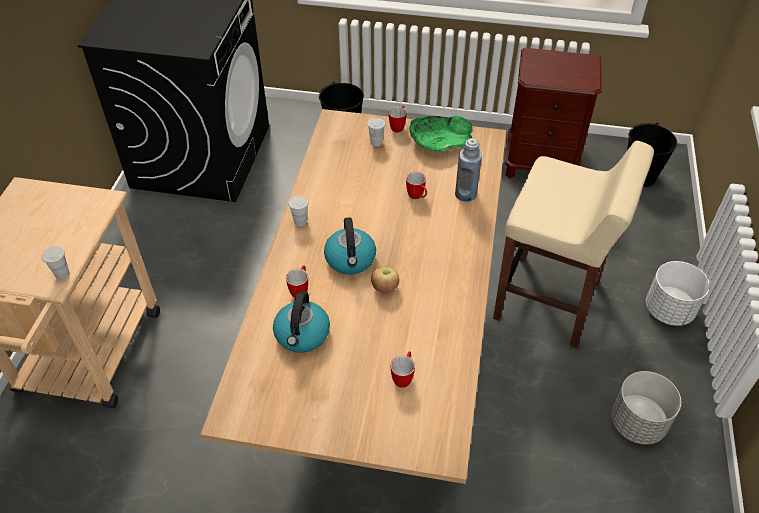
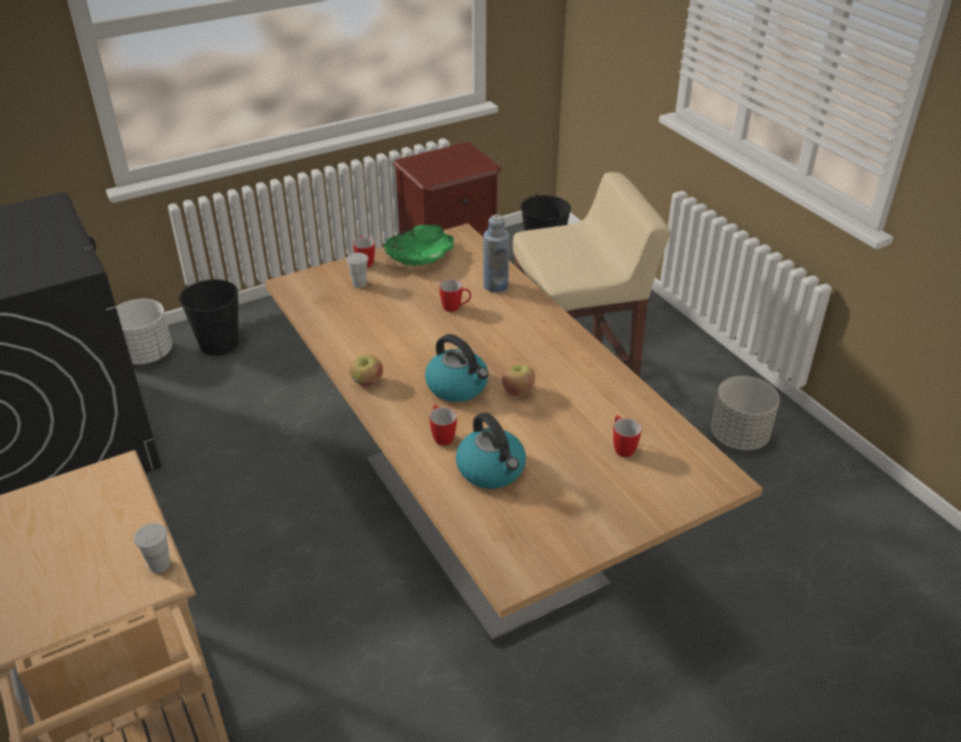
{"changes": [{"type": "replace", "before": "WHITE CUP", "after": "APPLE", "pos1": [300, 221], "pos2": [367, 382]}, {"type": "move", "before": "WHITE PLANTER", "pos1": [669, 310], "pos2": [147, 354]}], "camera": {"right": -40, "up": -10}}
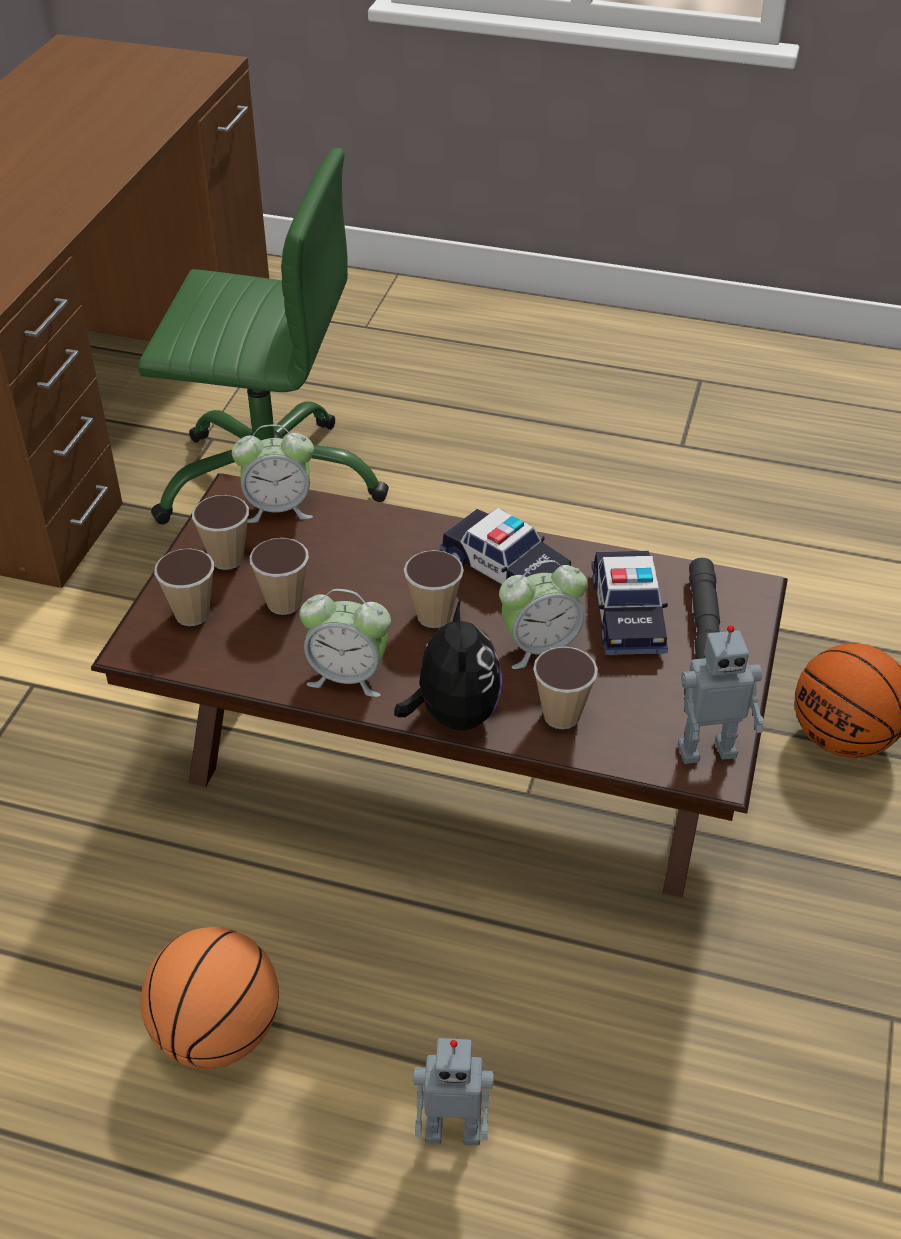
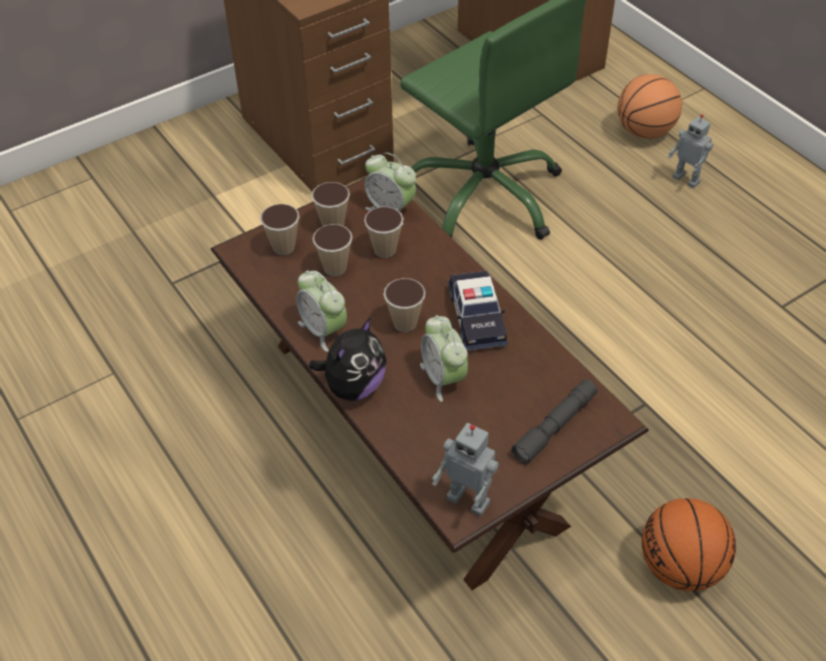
{"changes": [{"type": "move", "before": "BASKETBALL", "pos1": [217, 1032], "pos2": [644, 131]}, {"type": "move", "before": "TOY ROBOT", "pos1": [453, 1128], "pos2": [687, 179]}, {"type": "rotate", "before": "ALARM CLOCK", "pos1": [540, 647], "pos2": [443, 378], "turn": 45}, {"type": "move", "before": "CUP", "pos1": [561, 715], "pos2": [385, 250]}, {"type": "delete", "before": "TOY CAR", "pos1": [627, 613]}], "camera": {"right": 40, "up": 5}}
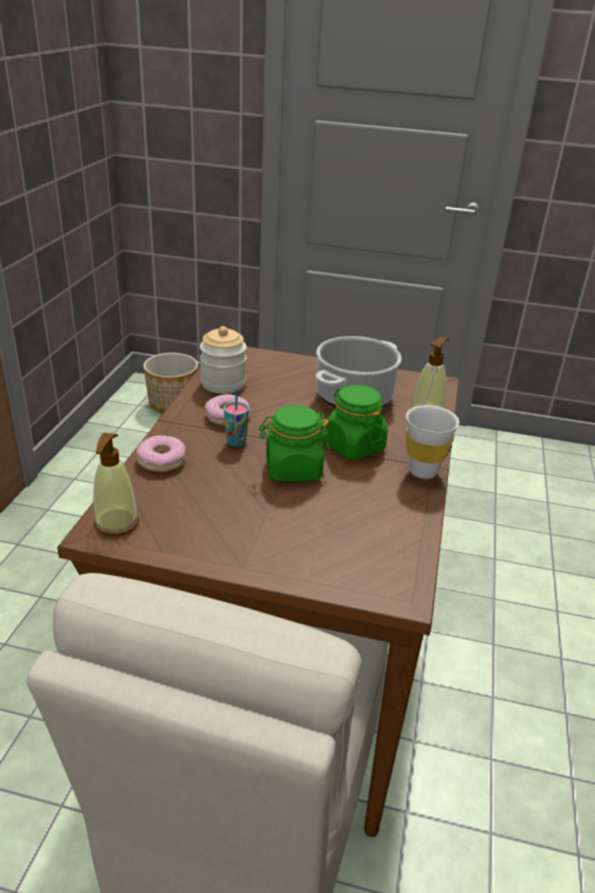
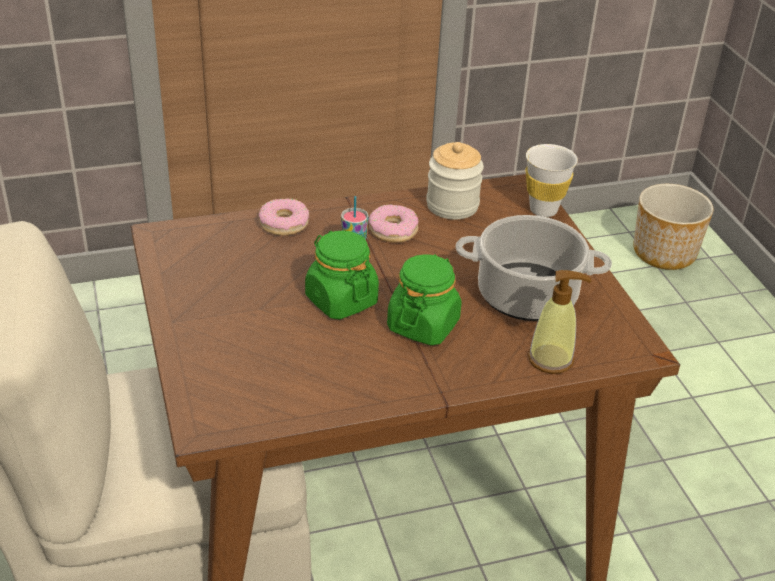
{"changes": [{"type": "delete", "before": "SOAP DISPENSER", "pos1": [116, 523]}, {"type": "move", "before": "WHITE CUP", "pos1": [423, 471], "pos2": [543, 210]}], "camera": {"right": 60, "up": 5}}
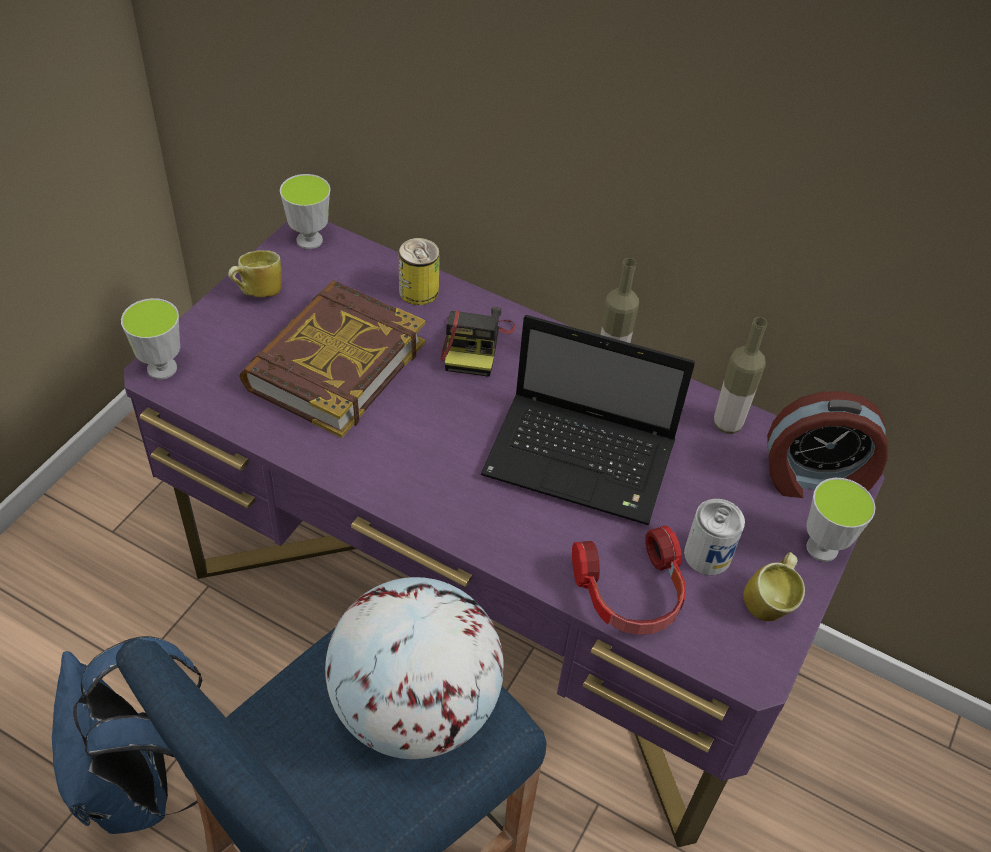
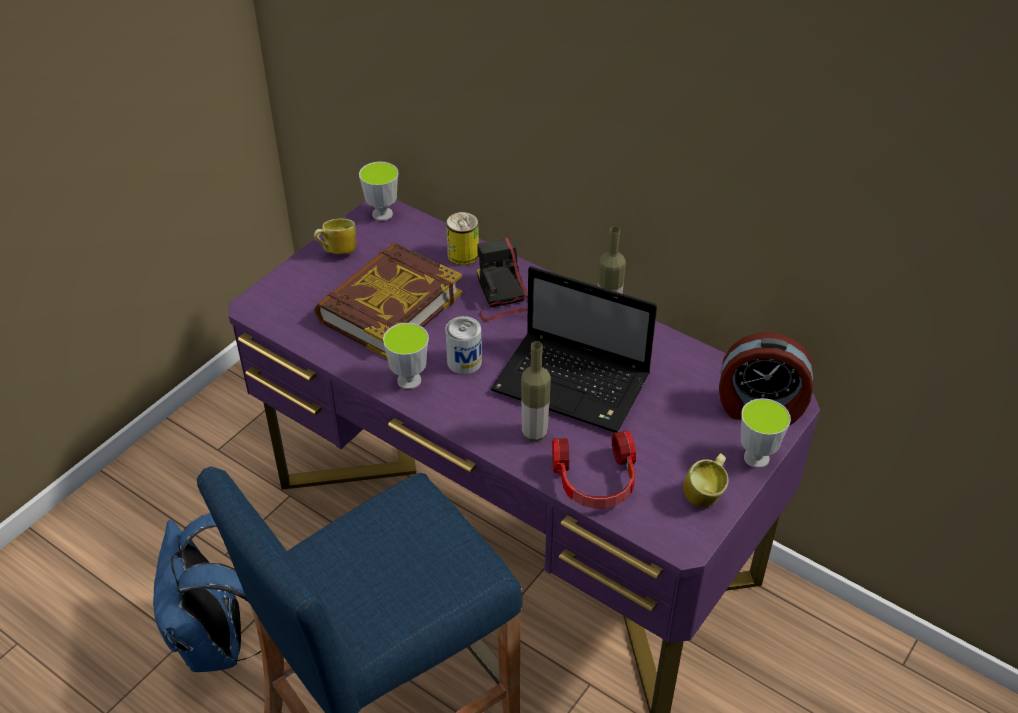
{"changes": [{"type": "move", "before": "CUP", "pos1": [162, 368], "pos2": [409, 380]}, {"type": "delete", "before": "GLOBE", "pos1": [414, 708]}, {"type": "rotate", "before": "PHOTO CAMERA", "pos1": [475, 345], "pos2": [502, 296], "turn": 150}, {"type": "move", "before": "CAN", "pos1": [707, 555], "pos2": [464, 362]}, {"type": "move", "before": "BOTTLE", "pos1": [727, 424], "pos2": [534, 433]}], "camera": {"right": 10, "up": -5}}
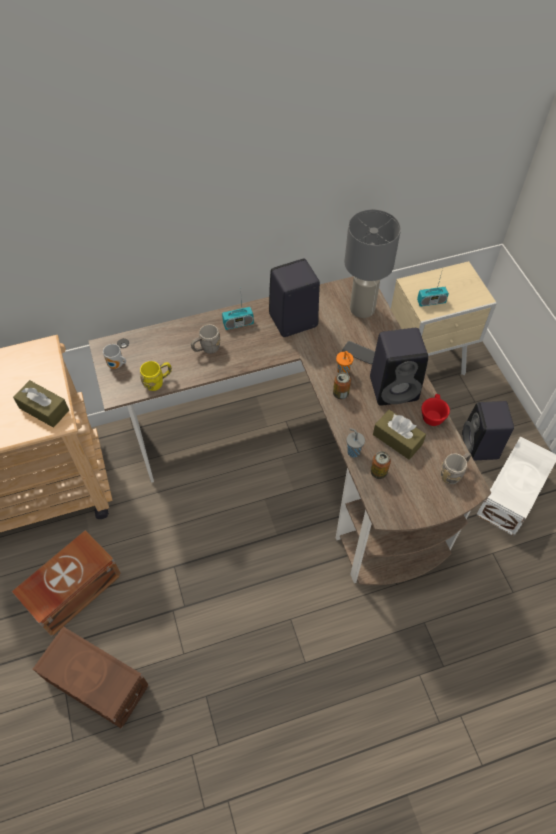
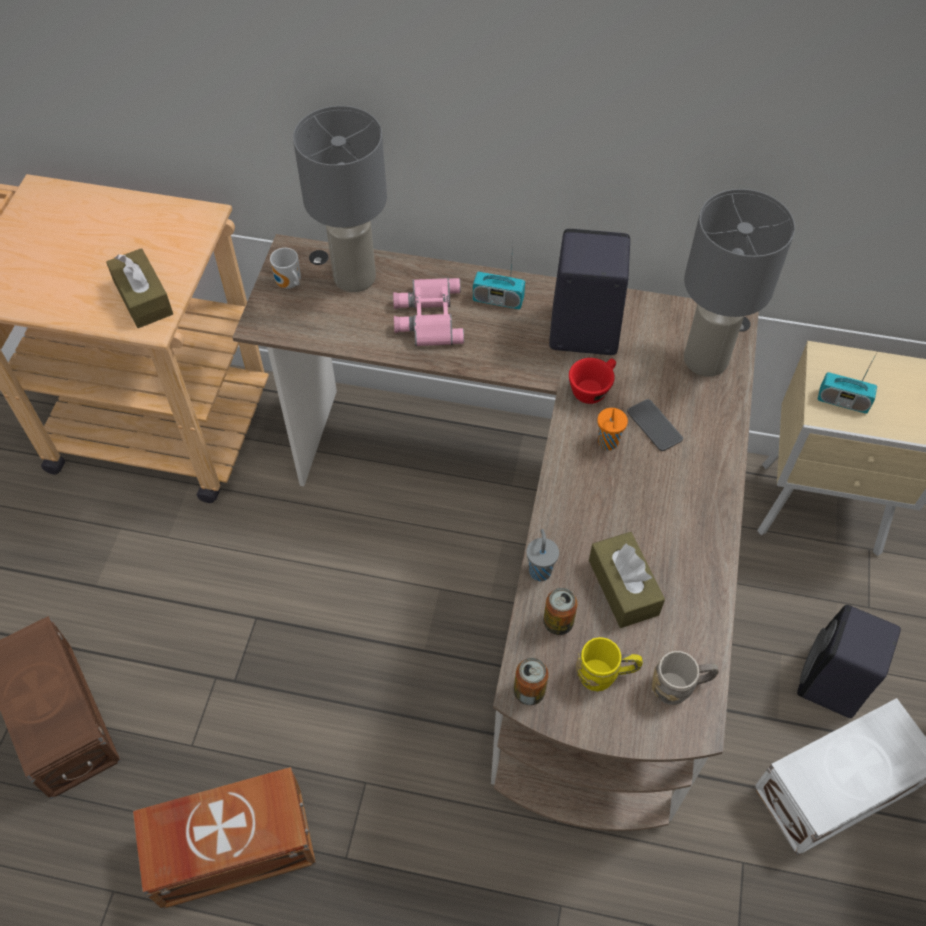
{"changes": [{"type": "move", "before": "BROWN STORAGE BOX", "pos1": [72, 590], "pos2": [230, 846]}, {"type": "move", "before": "YELLOW MUG", "pos1": [158, 382], "pos2": [605, 675]}, {"type": "replace", "before": "GREY MUG", "after": "PINK BINOCULARS", "pos1": [206, 349], "pos2": [427, 316]}, {"type": "move", "before": "CAN", "pos1": [340, 394], "pos2": [529, 691]}, {"type": "delete", "before": "BLACK SPEAKER", "pos1": [395, 388]}, {"type": "move", "before": "RED CUP", "pos1": [432, 415], "pos2": [592, 388]}, {"type": "insert", "after": "GREY TABLE LAMP", "pos2": [354, 278]}], "camera": {"right": 30, "up": 0}}
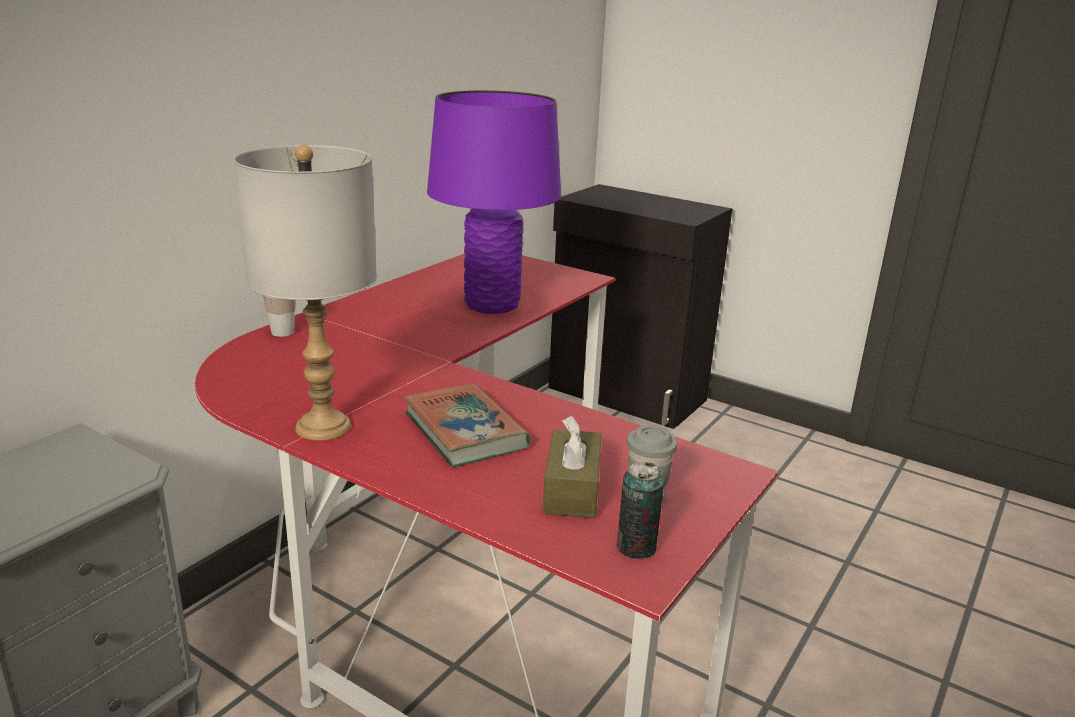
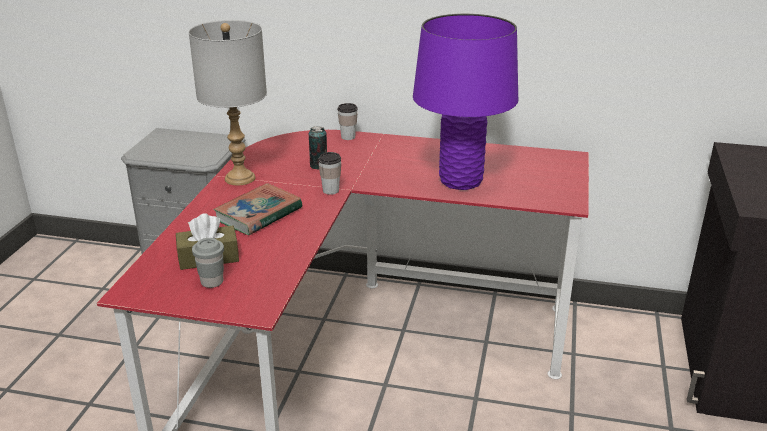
{"changes": [{"type": "move", "before": "CAN", "pos1": [636, 547], "pos2": [318, 166]}, {"type": "insert", "after": "CUP", "pos2": [331, 190]}], "camera": {"right": 70, "up": 5}}
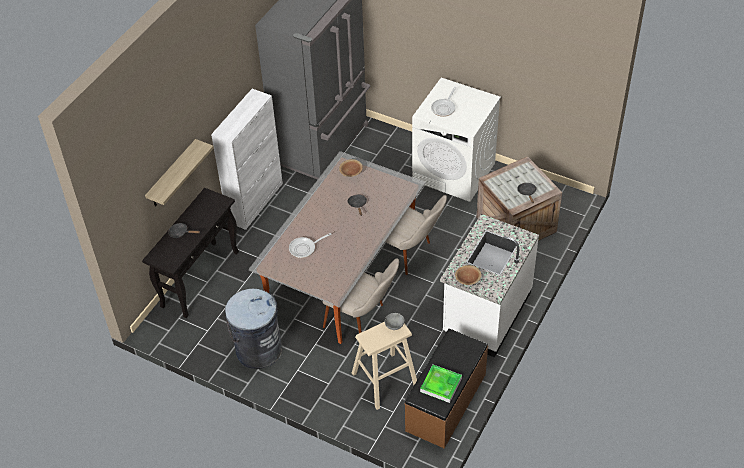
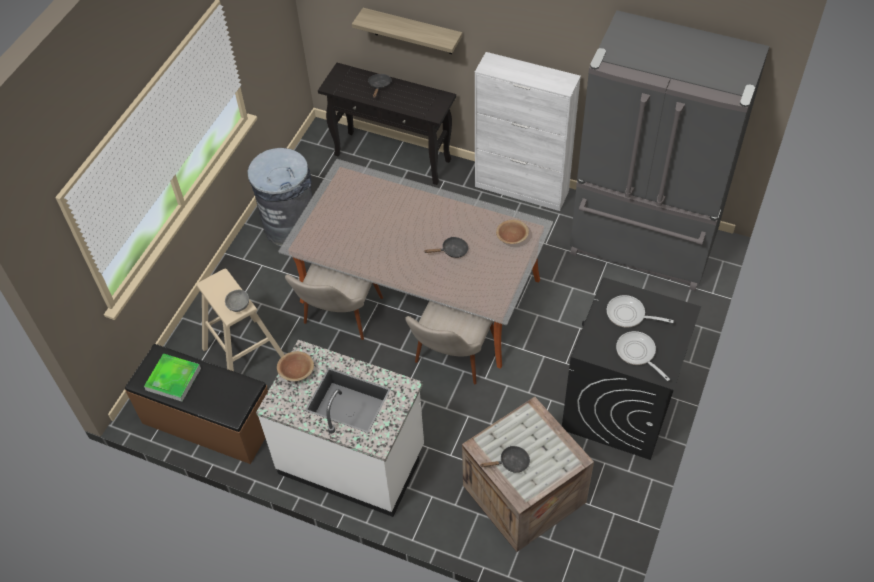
{"changes": [{"type": "move", "before": "FRYING PAN", "pos1": [304, 248], "pos2": [637, 353]}, {"type": "recolor", "before": "WHITE WASHING MACHINE", "after": "BLACK WASHING MACHINE", "pos1": [454, 172], "pos2": [619, 406]}], "camera": {"right": 85, "up": 5}}
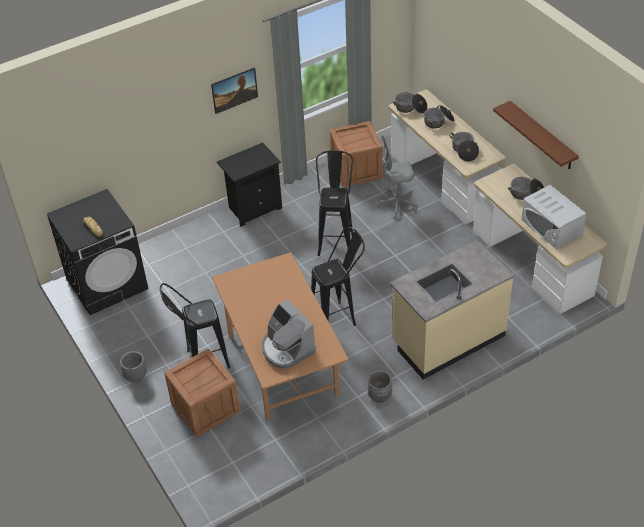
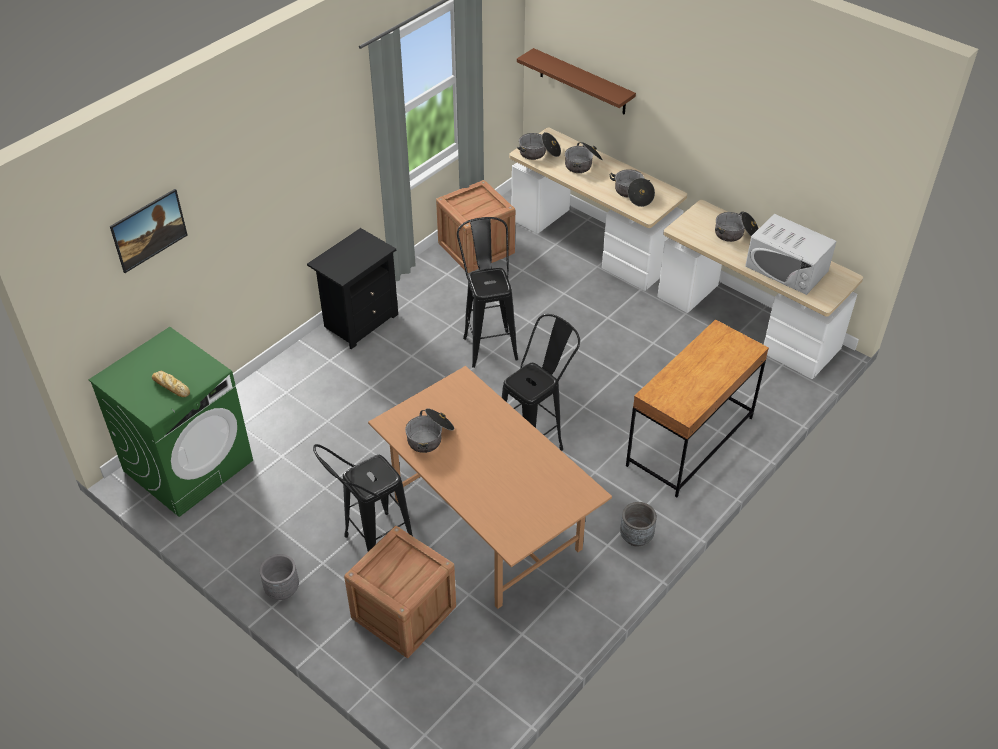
{"changes": [{"type": "recolor", "before": "BLACK WASHING MACHINE", "after": "GREEN WASHING MACHINE", "pos1": [107, 283], "pos2": [189, 465]}, {"type": "move", "before": "PICTURE", "pos1": [235, 97], "pos2": [152, 241]}, {"type": "delete", "before": "COFFEE MACHINE", "pos1": [287, 349]}, {"type": "delete", "before": "GREY OFFICE CHAIR", "pos1": [397, 204]}, {"type": "replace", "before": "BEIGE COUNTER", "after": "BROWN DESK", "pos1": [448, 339], "pos2": [689, 441]}, {"type": "move", "before": "BROWN SHELF", "pos1": [542, 136], "pos2": [582, 82]}, {"type": "insert", "after": "COOKING POT", "pos2": [430, 436]}], "camera": {"right": -20, "up": 0}}
